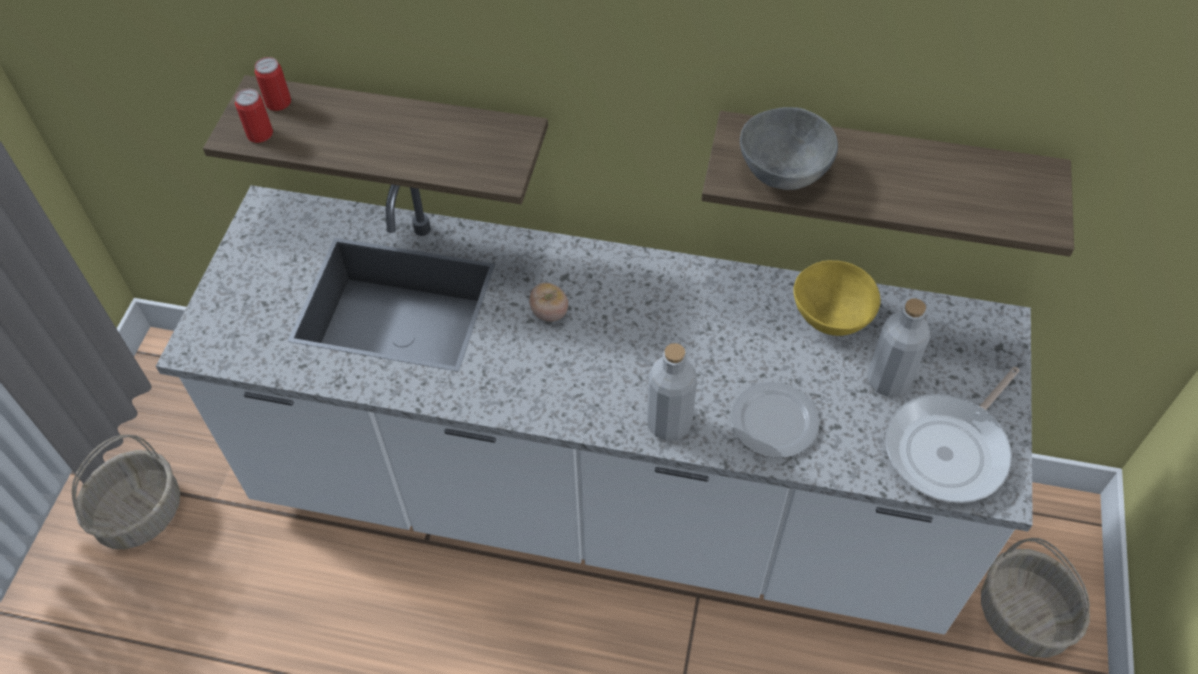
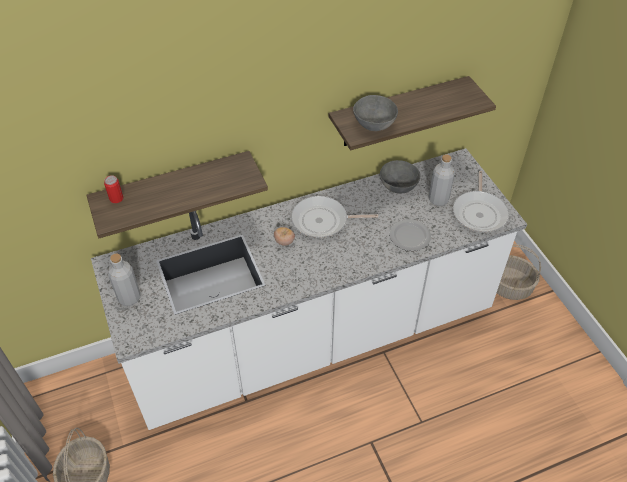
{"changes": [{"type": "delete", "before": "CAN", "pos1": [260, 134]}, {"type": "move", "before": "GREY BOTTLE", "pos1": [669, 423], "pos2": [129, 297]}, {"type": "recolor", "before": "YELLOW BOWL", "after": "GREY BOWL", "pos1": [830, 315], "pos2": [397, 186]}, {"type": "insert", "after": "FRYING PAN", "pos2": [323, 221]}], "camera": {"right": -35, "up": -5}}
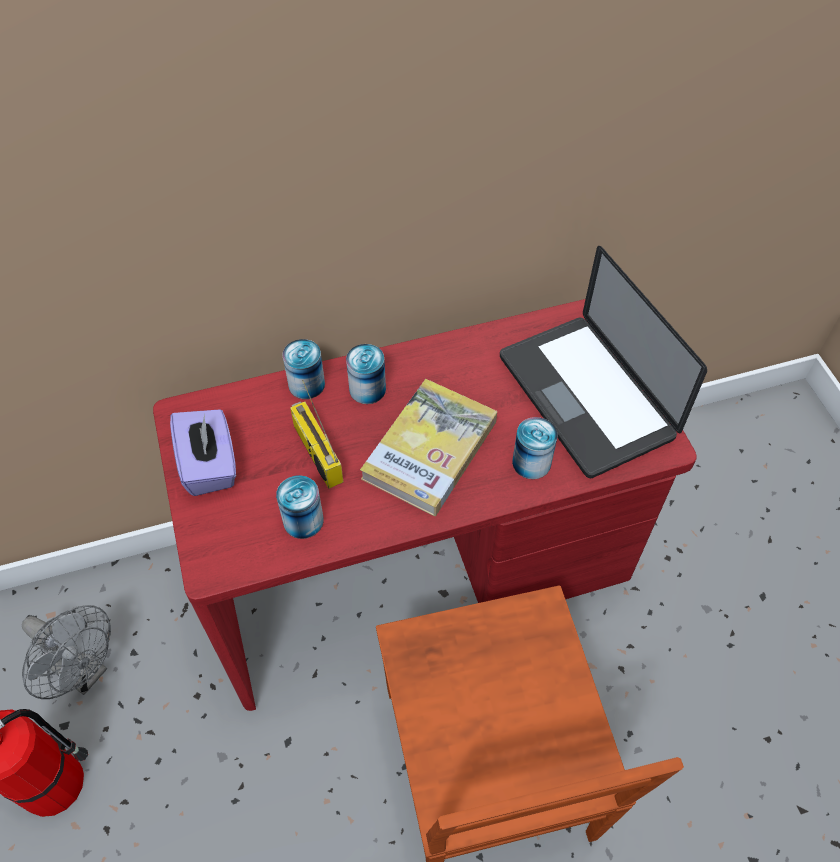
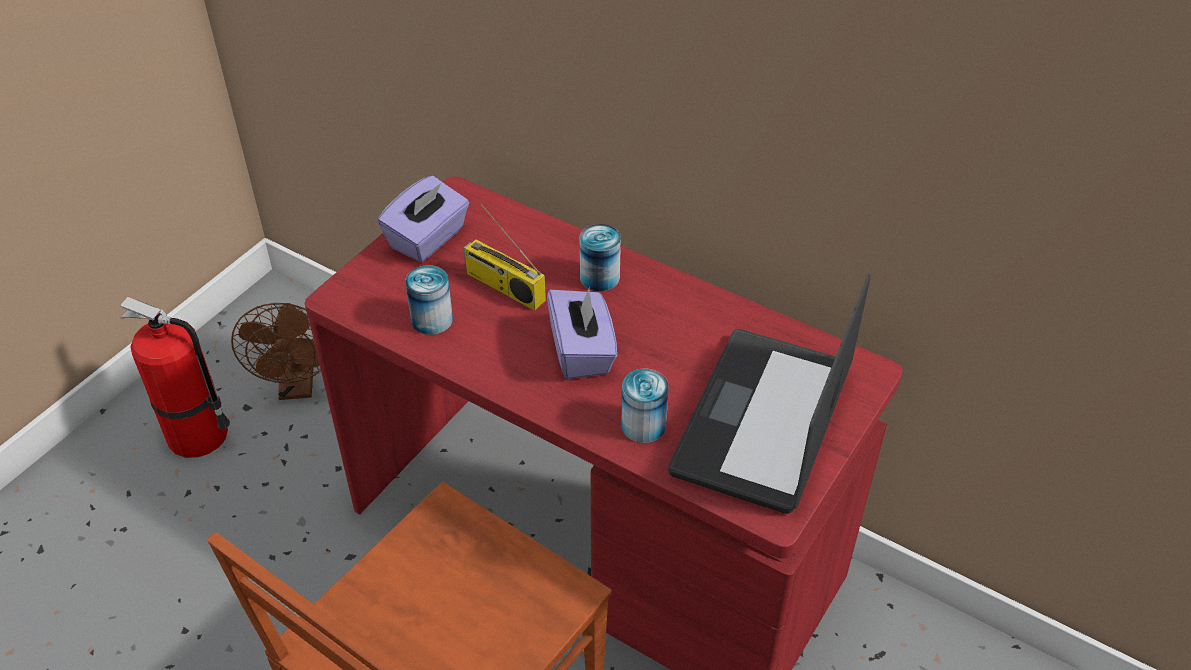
{"changes": [{"type": "recolor", "before": "GREY FAN", "after": "BROWN FAN", "pos1": [84, 672], "pos2": [297, 387]}, {"type": "delete", "before": "CAN", "pos1": [306, 384]}, {"type": "rotate", "before": "RADIO", "pos1": [316, 452], "pos2": [503, 287], "turn": -75}, {"type": "replace", "before": "BOOK", "after": "PURPLE TISSUE BOX", "pos1": [430, 449], "pos2": [582, 352]}], "camera": {"right": 50, "up": -10}}
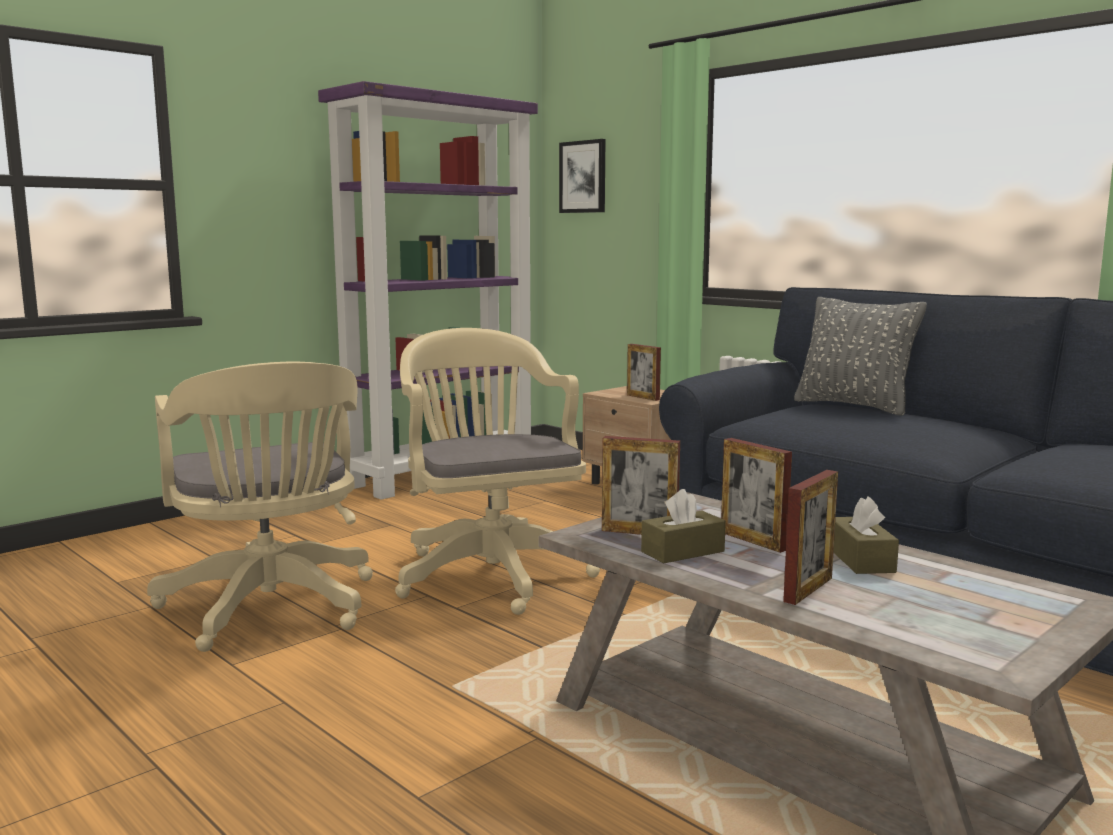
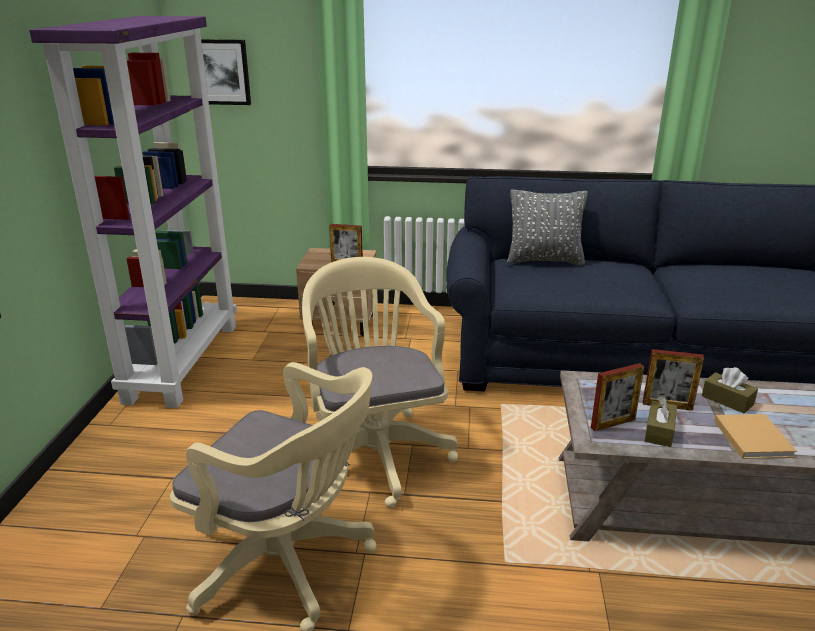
{"changes": [{"type": "rotate", "before": "BEIGE OFFICE CHAIR", "pos1": [490, 572], "pos2": [374, 450], "turn": 45}, {"type": "replace", "before": "PICTURE FRAME", "after": "BEIGE BOOK", "pos1": [808, 589], "pos2": [751, 437]}], "camera": {"right": -40, "up": 15}}
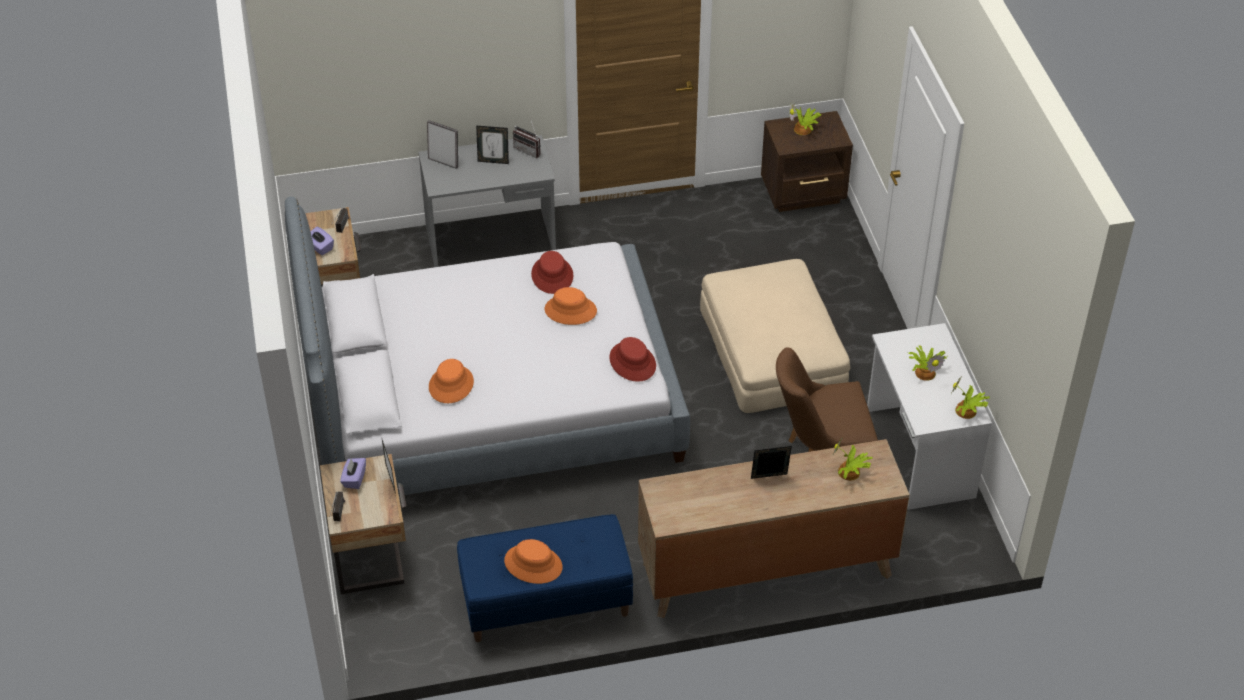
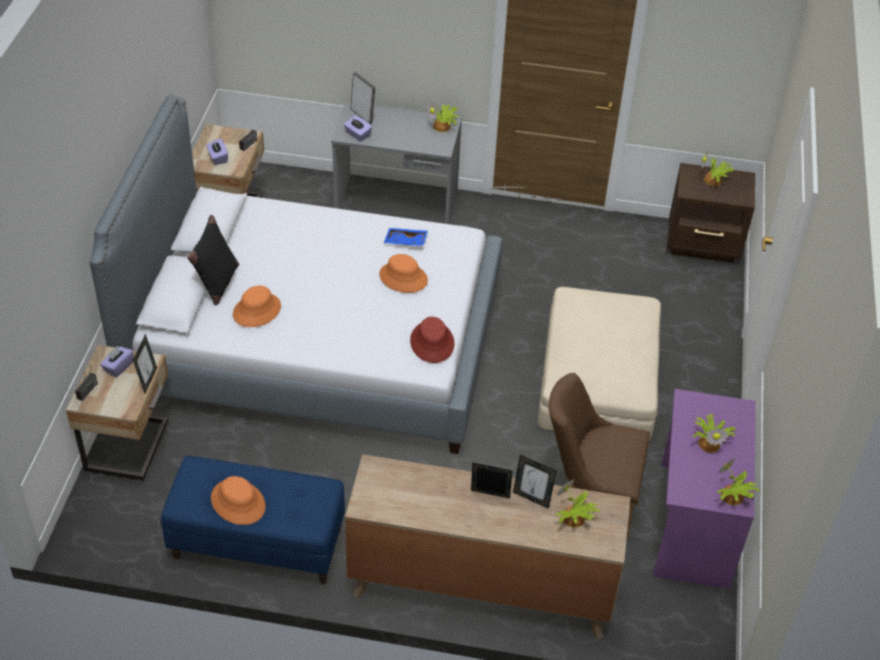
{"changes": [{"type": "move", "before": "PICTURE FRAME", "pos1": [493, 161], "pos2": [532, 498]}, {"type": "replace", "before": "RADIO", "after": "POTTED PLANT", "pos1": [529, 150], "pos2": [443, 126]}, {"type": "replace", "before": "RED HAT", "after": "BLUE TRAY", "pos1": [552, 275], "pos2": [405, 242]}, {"type": "recolor", "before": "WHITE DESK", "after": "PURPLE DESK", "pos1": [918, 453], "pos2": [692, 523]}, {"type": "insert", "after": "BLACK PILLOW", "pos2": [217, 284]}, {"type": "insert", "after": "PURPLE TISSUE BOX", "pos2": [357, 135]}], "camera": {"right": 20, "up": 0}}
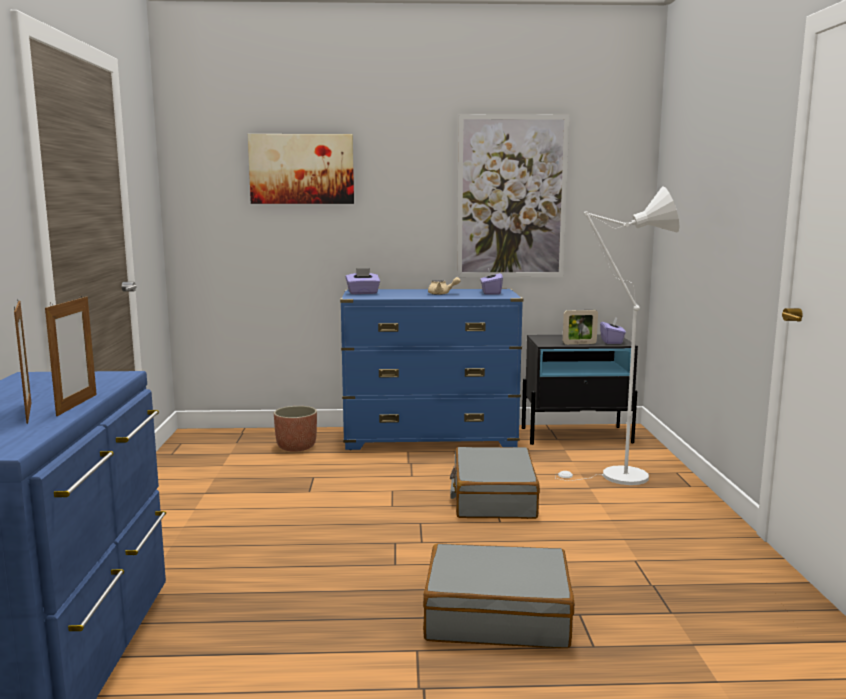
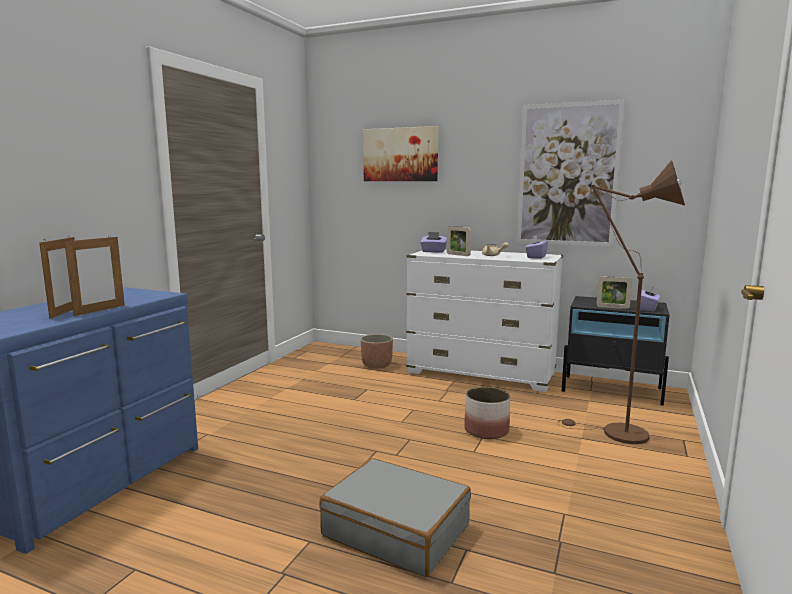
{"changes": [{"type": "recolor", "before": "BLUE DRESSER", "after": "WHITE DRESSER", "pos1": [430, 438], "pos2": [481, 373]}, {"type": "replace", "before": "GREY SUITCASE", "after": "PLANTER", "pos1": [493, 498], "pos2": [486, 431]}, {"type": "recolor", "before": "WHITE FLOOR LAMP", "after": "BROWN FLOOR LAMP", "pos1": [616, 477], "pos2": [616, 433]}, {"type": "insert", "after": "PICTURE FRAME", "pos2": [458, 255]}], "camera": {"right": 25, "up": 0}}
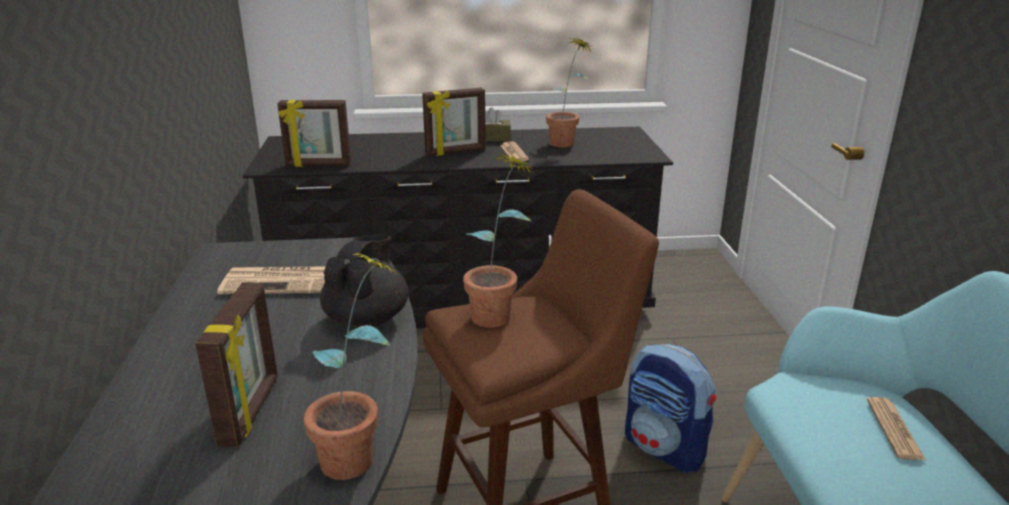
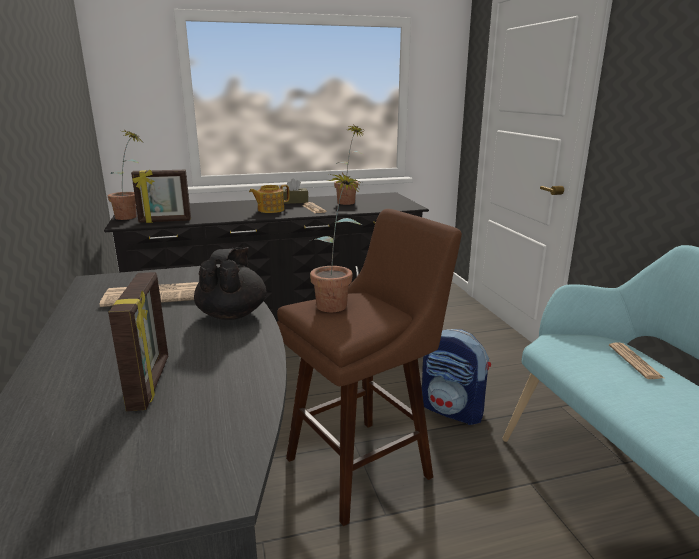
{"changes": [{"type": "move", "before": "POTTED PLANT", "pos1": [360, 453], "pos2": [131, 216]}, {"type": "replace", "before": "PICTURE FRAME", "after": "TEAPOT", "pos1": [456, 152], "pos2": [270, 210]}], "camera": {"right": -10, "up": -5}}
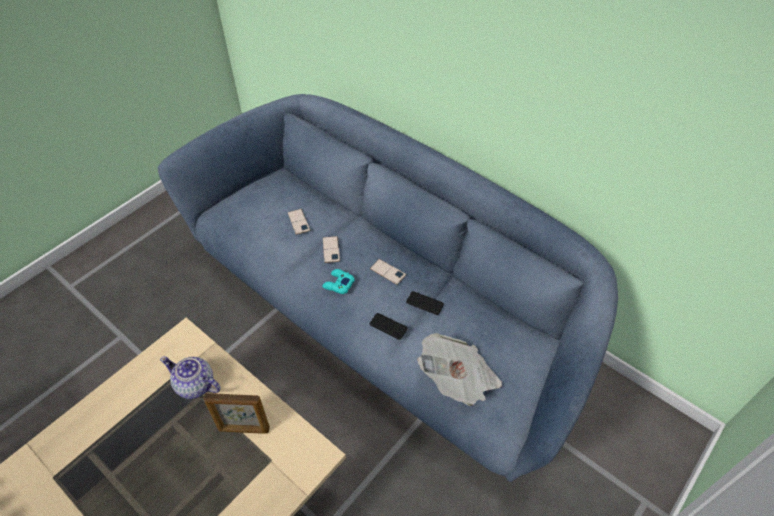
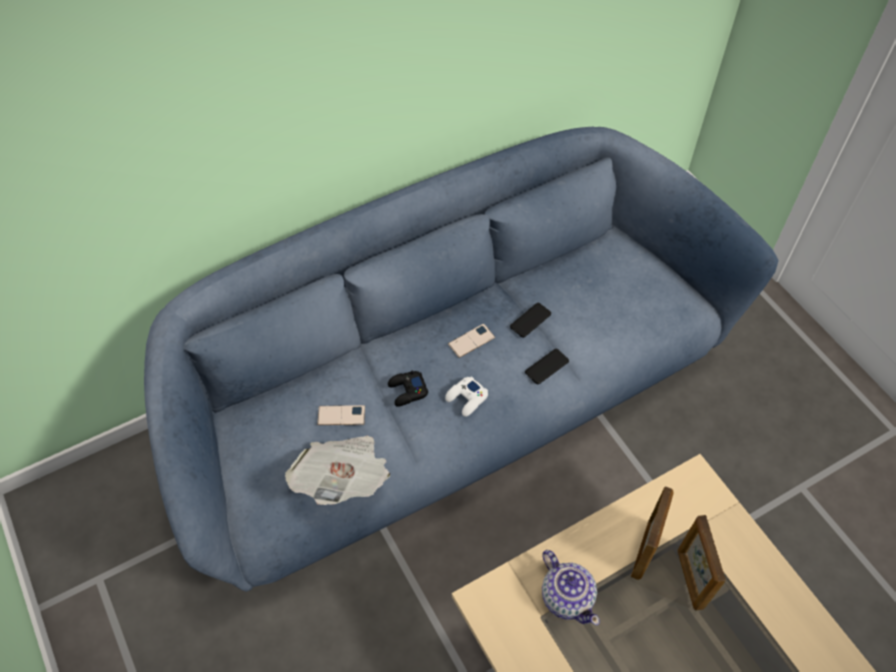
{"changes": [{"type": "rotate", "before": "TEAPOT", "pos1": [195, 385], "pos2": [567, 596], "turn": -75}, {"type": "replace", "before": "PHONE", "after": "BLACK GAME CONTROLLER", "pos1": [331, 249], "pos2": [407, 391]}, {"type": "recolor", "before": "TURQUOISE GAME CONTROLLER", "after": "WHITE GAME CONTROLLER", "pos1": [338, 284], "pos2": [466, 399]}, {"type": "move", "before": "NEWSPAPER", "pos1": [458, 380], "pos2": [343, 479]}, {"type": "insert", "after": "PICTURE FRAME", "pos2": [689, 579]}], "camera": {"right": -70, "up": 5}}
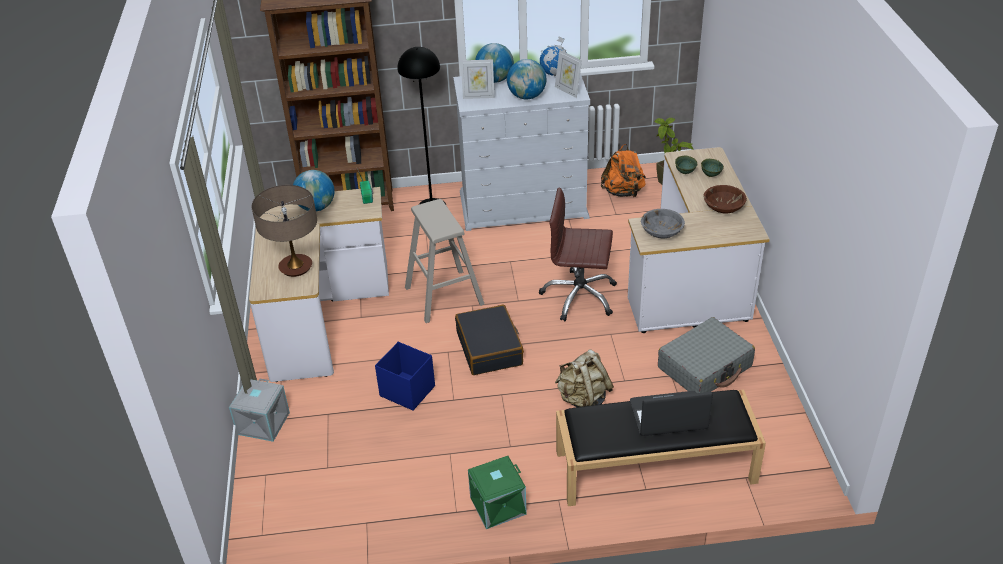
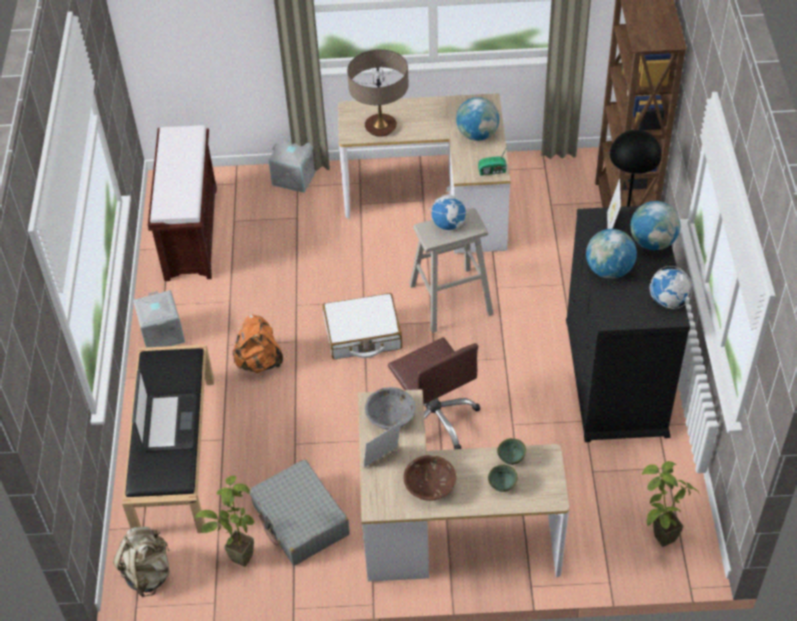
{"changes": [{"type": "delete", "before": "BLUE STORAGE BOX", "pos1": [407, 391]}, {"type": "recolor", "before": "WHITE DRESSER", "after": "BLACK DRESSER", "pos1": [524, 205], "pos2": [616, 377]}, {"type": "recolor", "before": "BLACK SUITCASE", "after": "WHITE SUITCASE", "pos1": [490, 348], "pos2": [363, 335]}, {"type": "recolor", "before": "GREEN STORAGE BOX", "after": "GREY STORAGE BOX", "pos1": [498, 506], "pos2": [161, 333]}, {"type": "rotate", "before": "BROWN OFFICE CHAIR", "pos1": [579, 297], "pos2": [434, 417], "turn": 135}, {"type": "move", "before": "PICTURE FRAME", "pos1": [567, 91], "pos2": [383, 459]}, {"type": "move", "before": "BEIGE BACKPACK", "pos1": [583, 399], "pos2": [148, 573]}, {"type": "move", "before": "ORANGE BACKPACK", "pos1": [623, 192], "pos2": [259, 361]}, {"type": "insert", "after": "BROWN BENCH", "pos2": [190, 232]}, {"type": "insert", "after": "POTTED PLANT", "pos2": [237, 553]}, {"type": "insert", "after": "GLOBE", "pos2": [449, 224]}], "camera": {"right": 95, "up": 10}}
